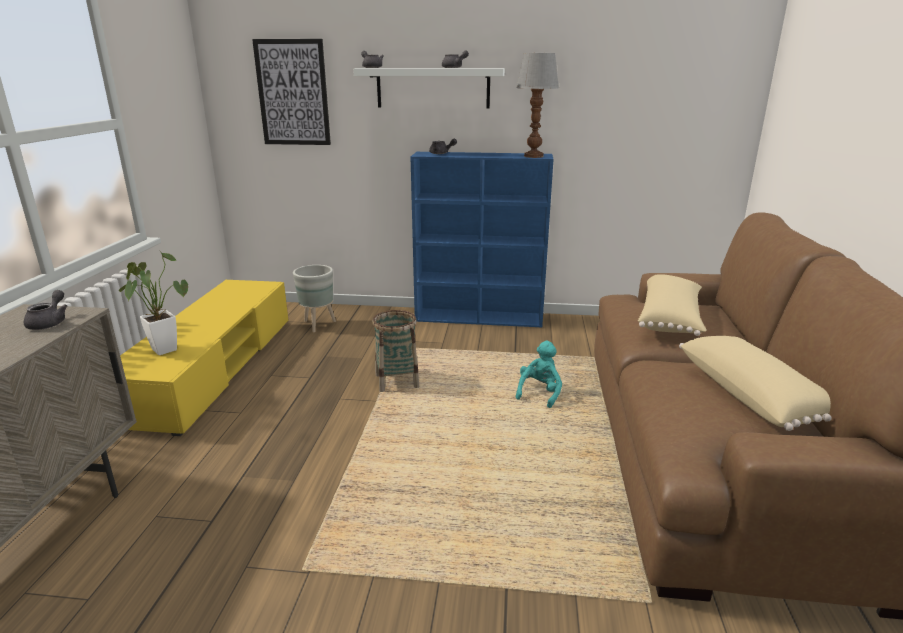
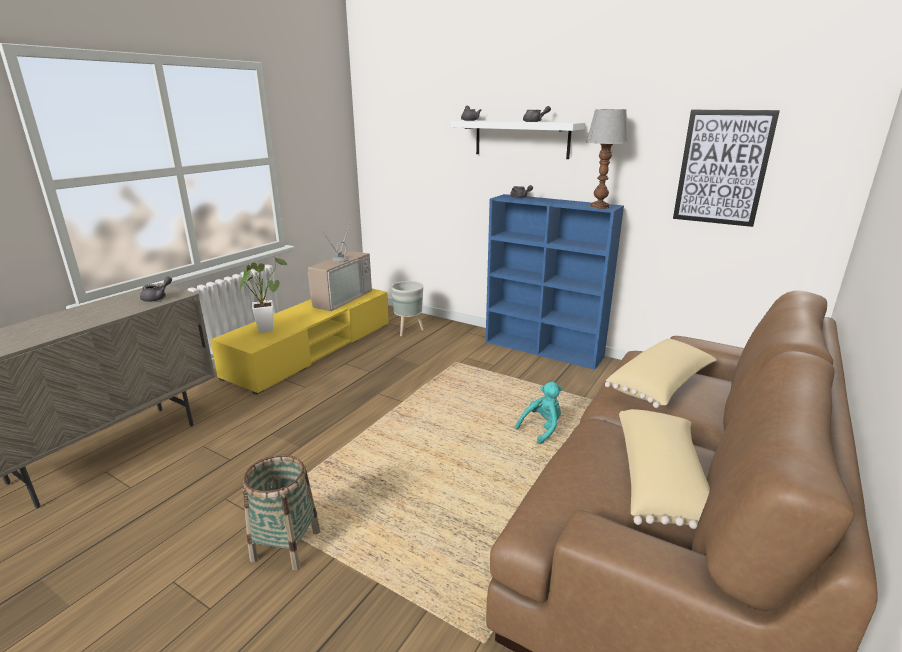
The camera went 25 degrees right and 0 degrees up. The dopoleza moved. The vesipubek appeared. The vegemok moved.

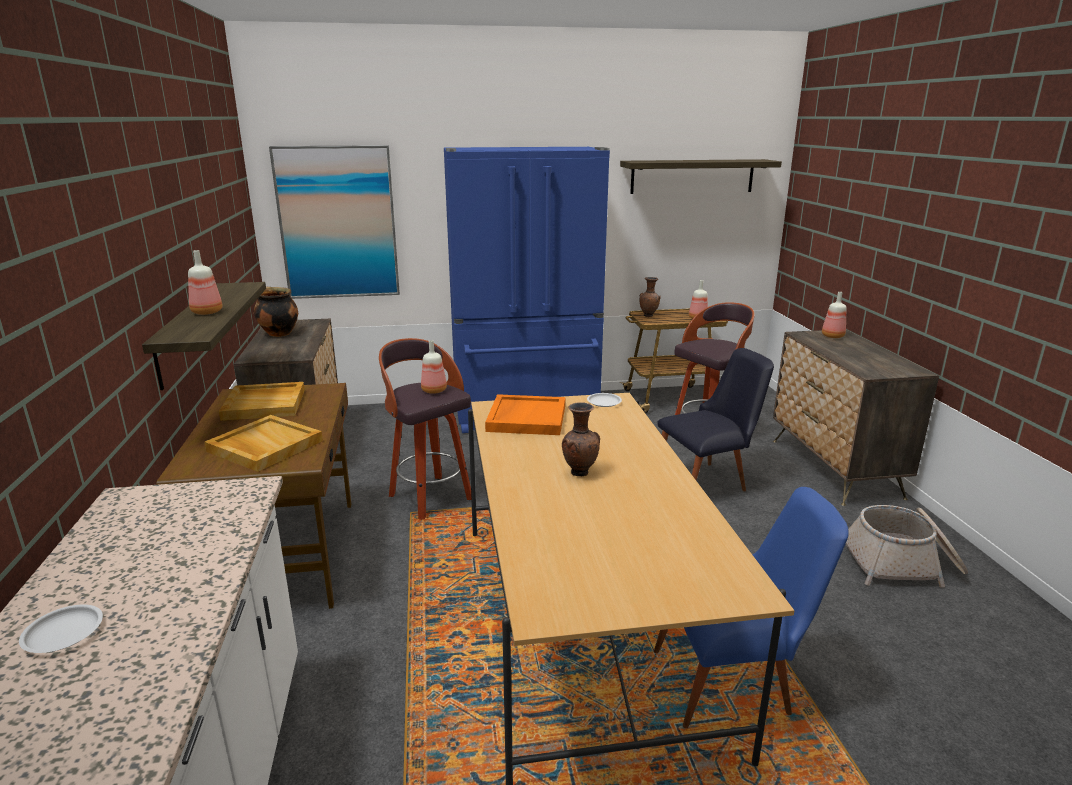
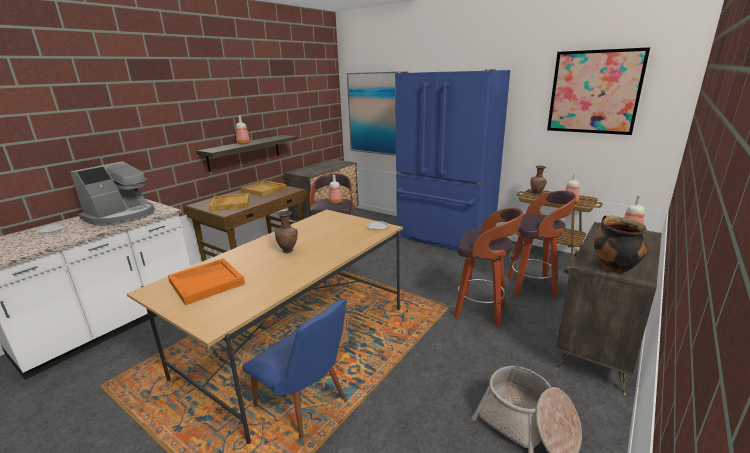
The camera went 45 degrees right and 0 degrees up. The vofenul appeared. The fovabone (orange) moved. The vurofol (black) was replaced by the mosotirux (no. 2 from left). The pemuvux (no. 2 from left) was replaced by the vegemok (no. 2 from left). The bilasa moved.

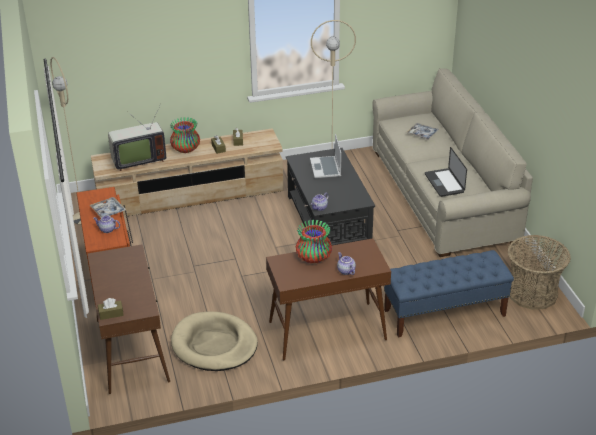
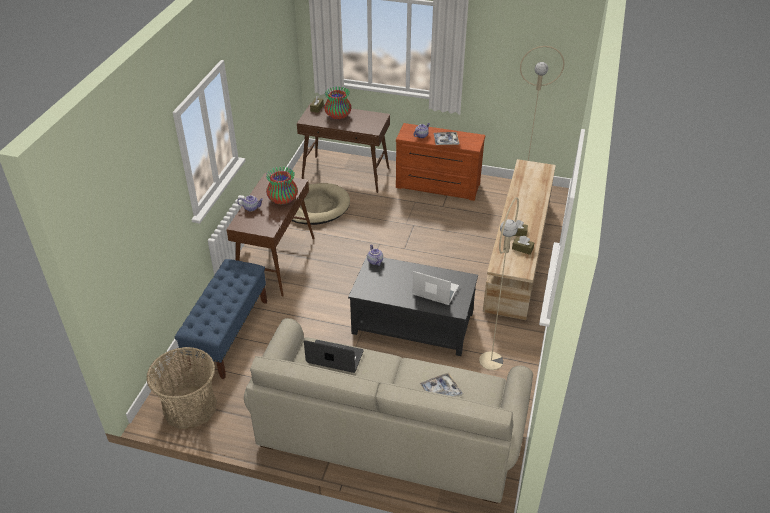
The camera went 120 degrees right and 5 degrees up. The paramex (no. 1 from left in the first image) moved. The vesipubek disappeared.

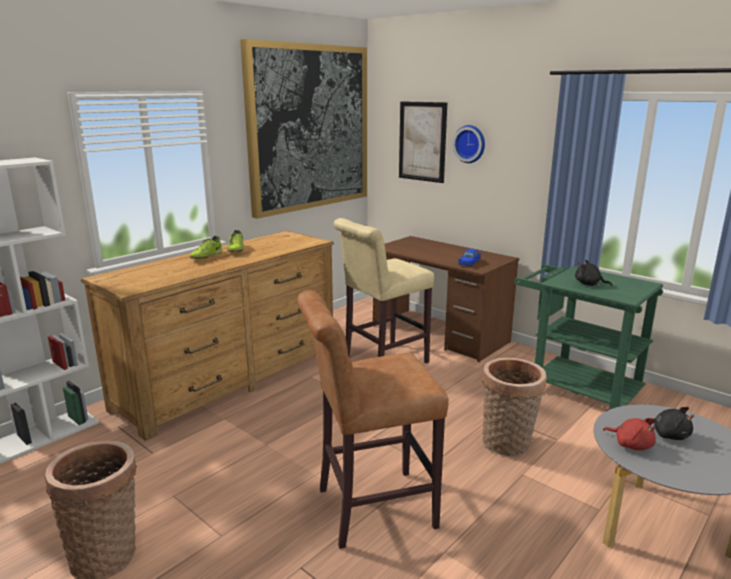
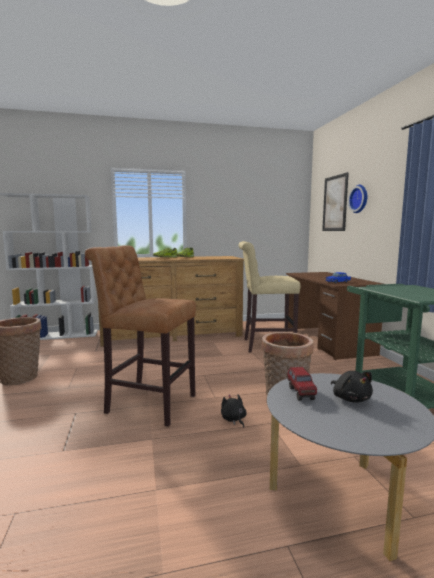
The camera went 35 degrees right and 10 degrees down. The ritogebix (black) (no. 1 from left) moved. The ritogebix (red) was replaced by the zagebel. The vegemok (no. 1 from left) disappeared.

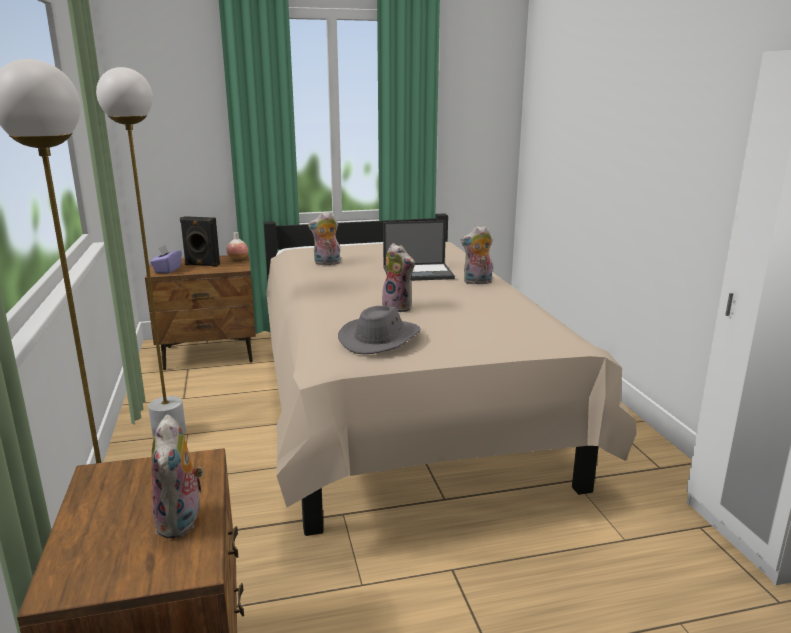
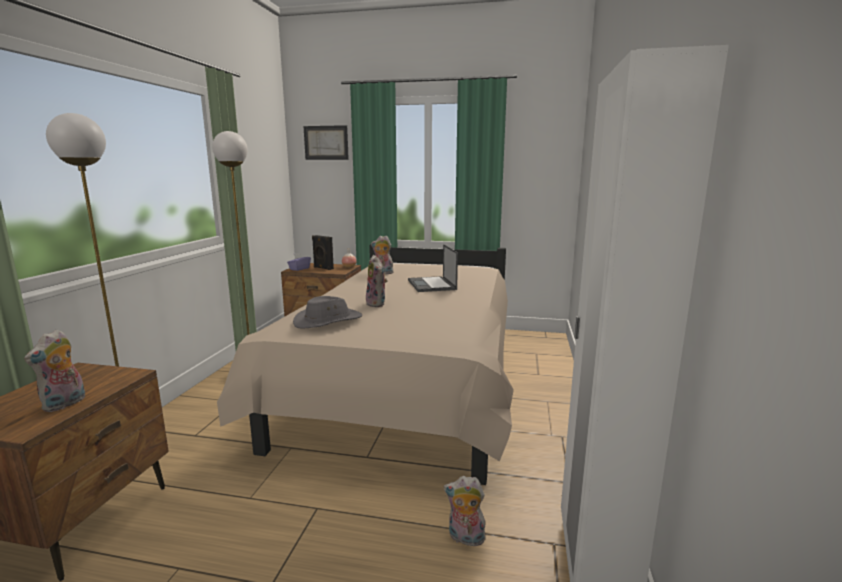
The camera went 25 degrees right and 5 degrees down. The vegemok appeared. The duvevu turned 60 degrees clockwise. The ritogebix (no. 4 from left) moved.

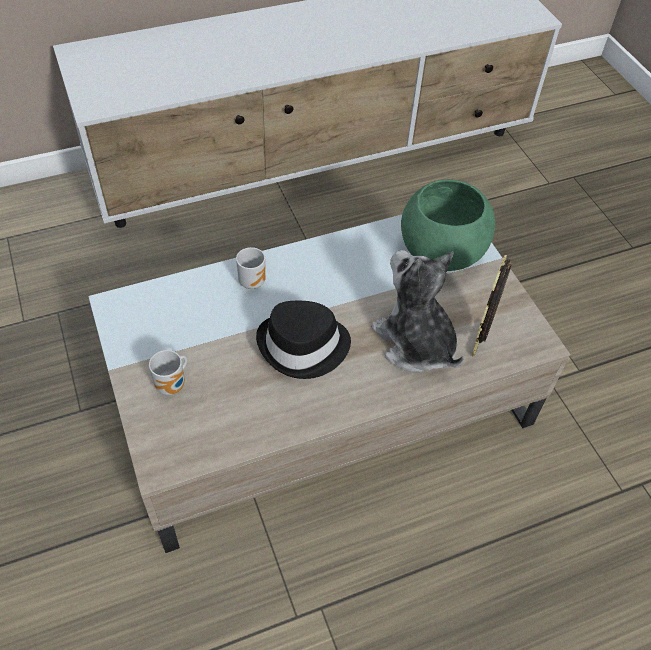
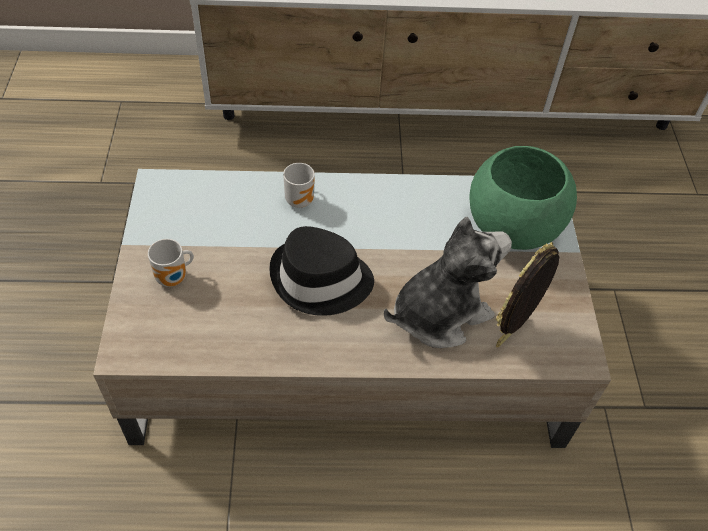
The camera went 20 degrees right and 0 degrees up. The ritogebix turned 75 degrees clockwise.

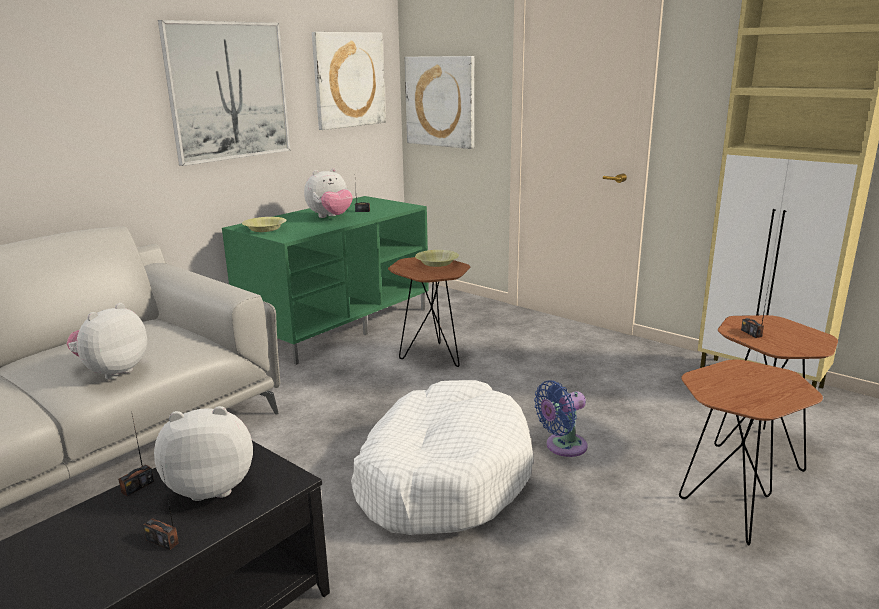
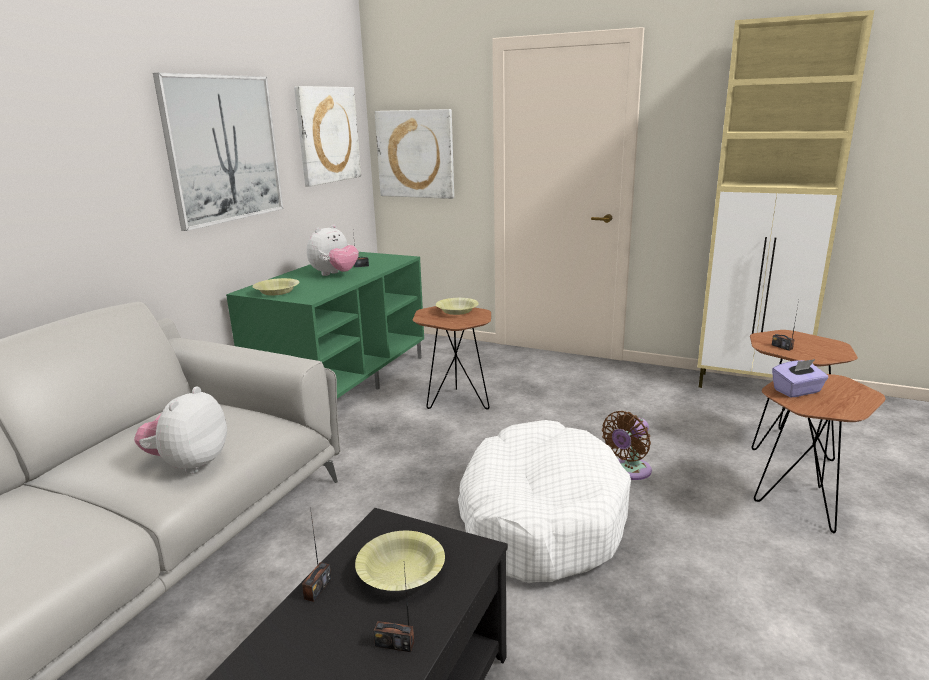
The camera went 15 degrees left and 0 degrees up. The ritogebix (no. 2 from left) was replaced by the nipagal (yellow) (no. 2 from left). The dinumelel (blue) became the dinumelel (brown). The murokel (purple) appeared.

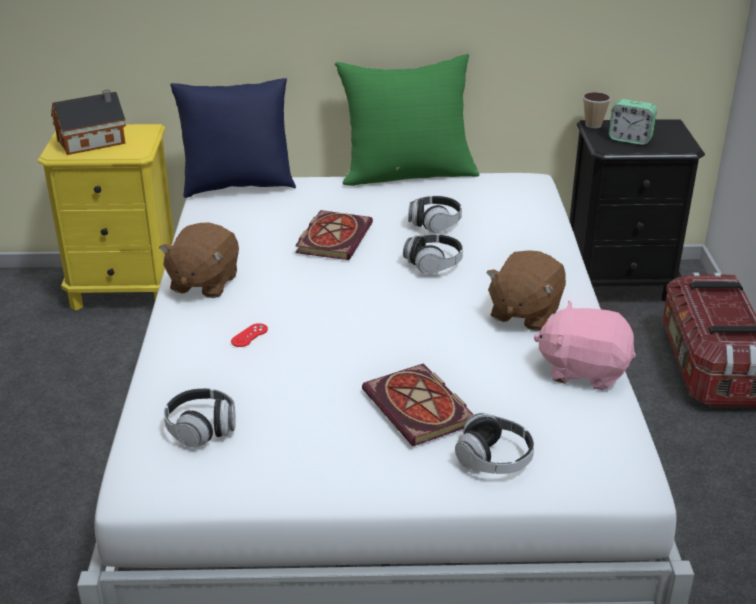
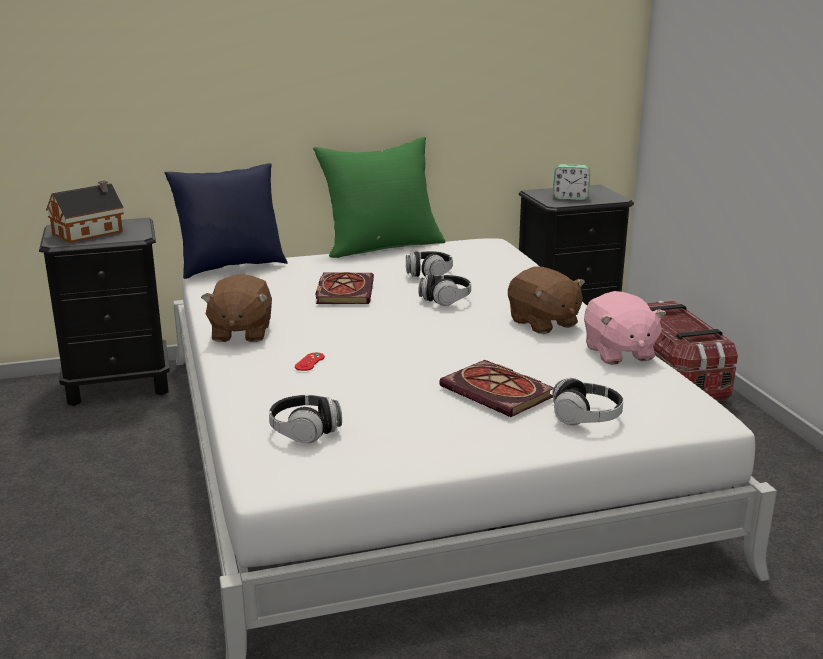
The camera went 15 degrees left and 10 degrees down. The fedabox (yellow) became the fedabox (black) (no. 1 from left). The ritogebix (brown) (no. 2 from left) turned 45 degrees counterclockwise. The ritogebix (pink) turned 105 degrees counterclockwise. The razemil disappeared.

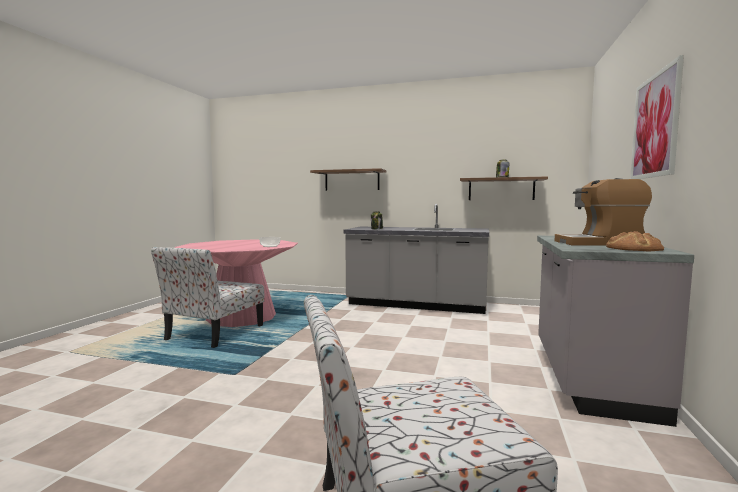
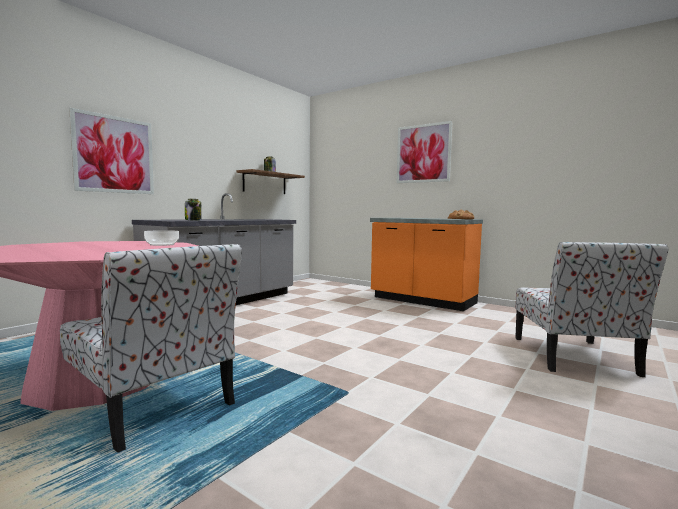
The camera went 70 degrees left and 0 degrees up. The pemuvux (no. 1 from left) was replaced by the vegemok (no. 1 from left). The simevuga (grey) (no. 2 from left) became the simevuga (orange). The vofenul disappeared.

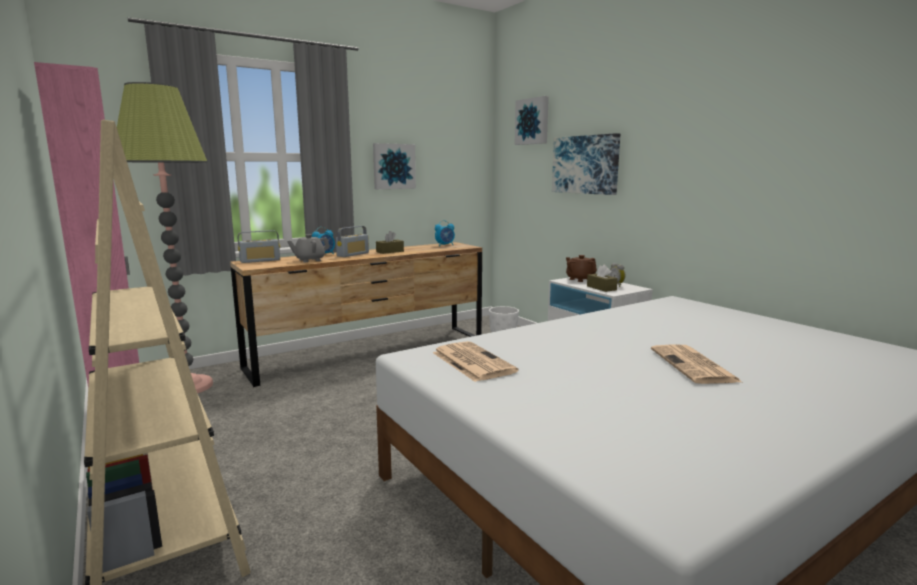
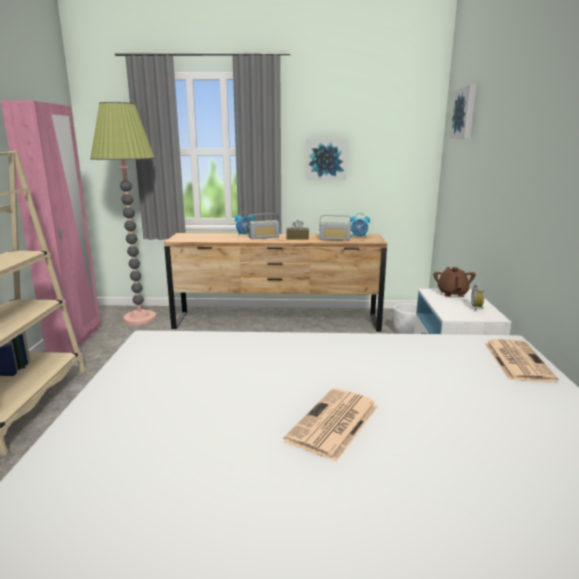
The camera went 35 degrees right and 5 degrees up. The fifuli (no. 1 from left in the first image) moved. The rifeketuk (no. 1 from left in the first image) moved. The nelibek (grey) disappeared. The vegemok (no. 3 from left) disappeared. The murokel (brown) (no. 2 from left) disappeared.

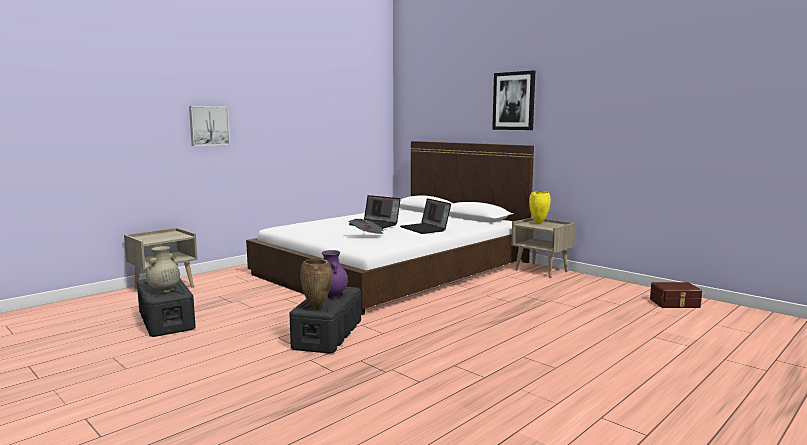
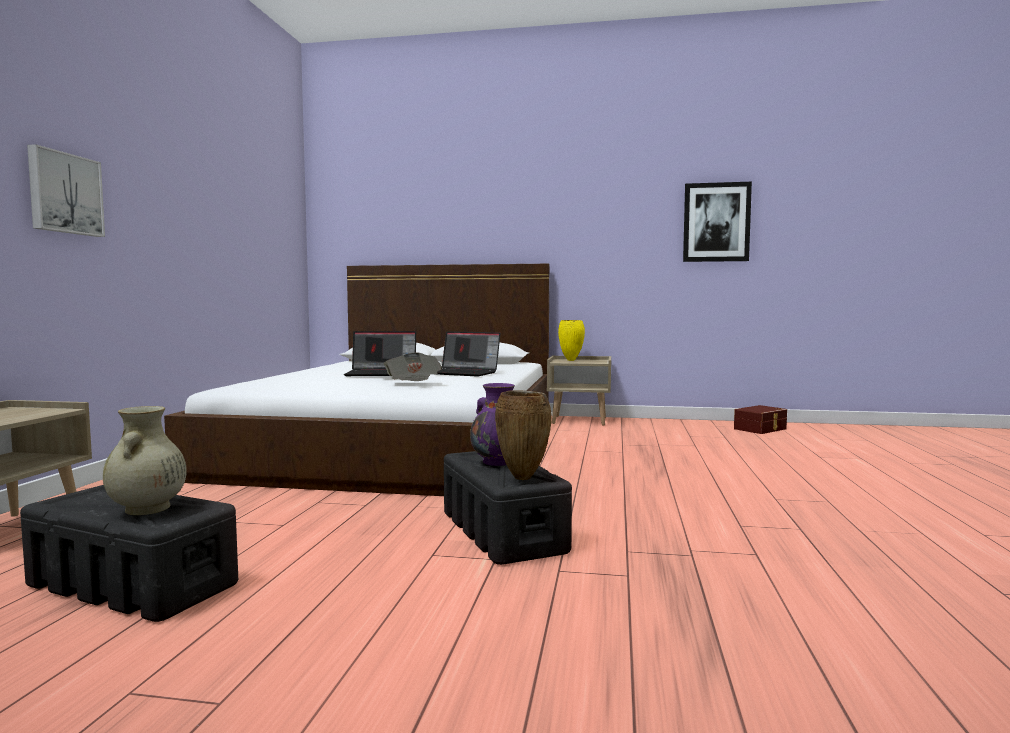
The camera went 35 degrees left and 5 degrees down. The vegemok (no. 2 from left) moved.

